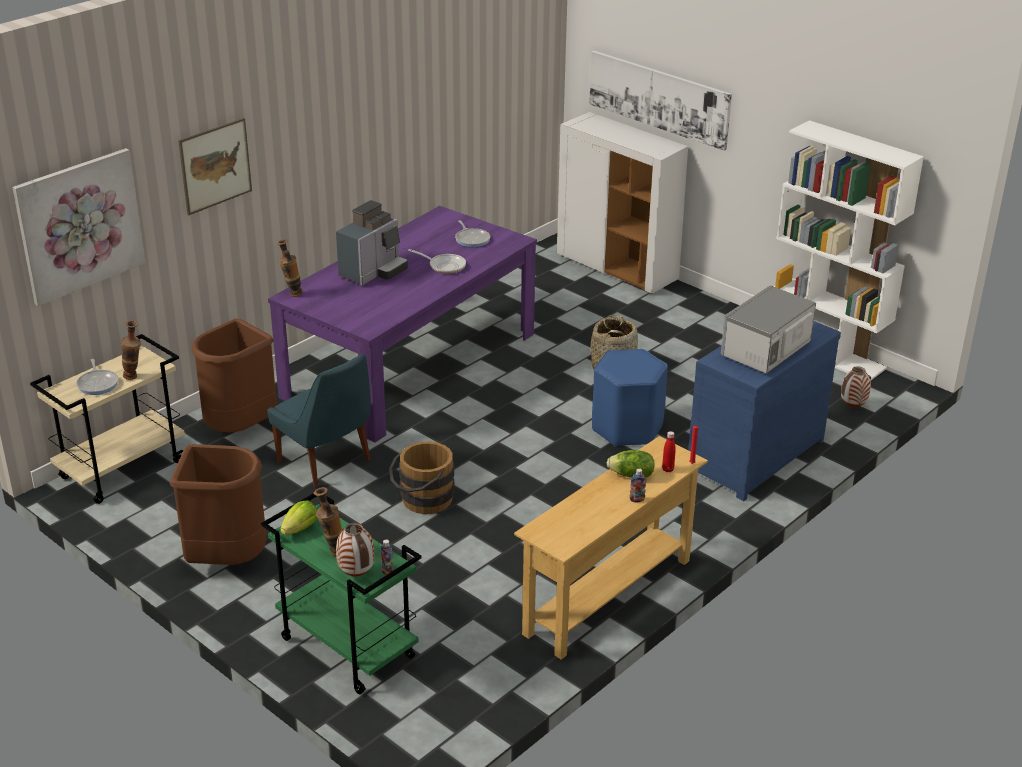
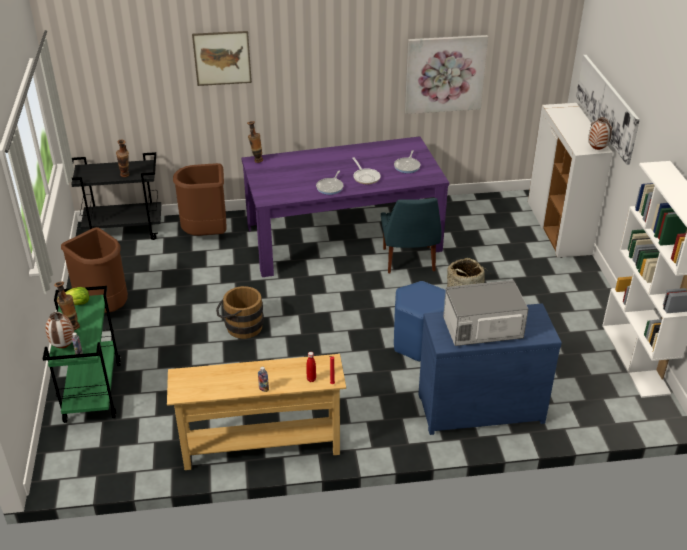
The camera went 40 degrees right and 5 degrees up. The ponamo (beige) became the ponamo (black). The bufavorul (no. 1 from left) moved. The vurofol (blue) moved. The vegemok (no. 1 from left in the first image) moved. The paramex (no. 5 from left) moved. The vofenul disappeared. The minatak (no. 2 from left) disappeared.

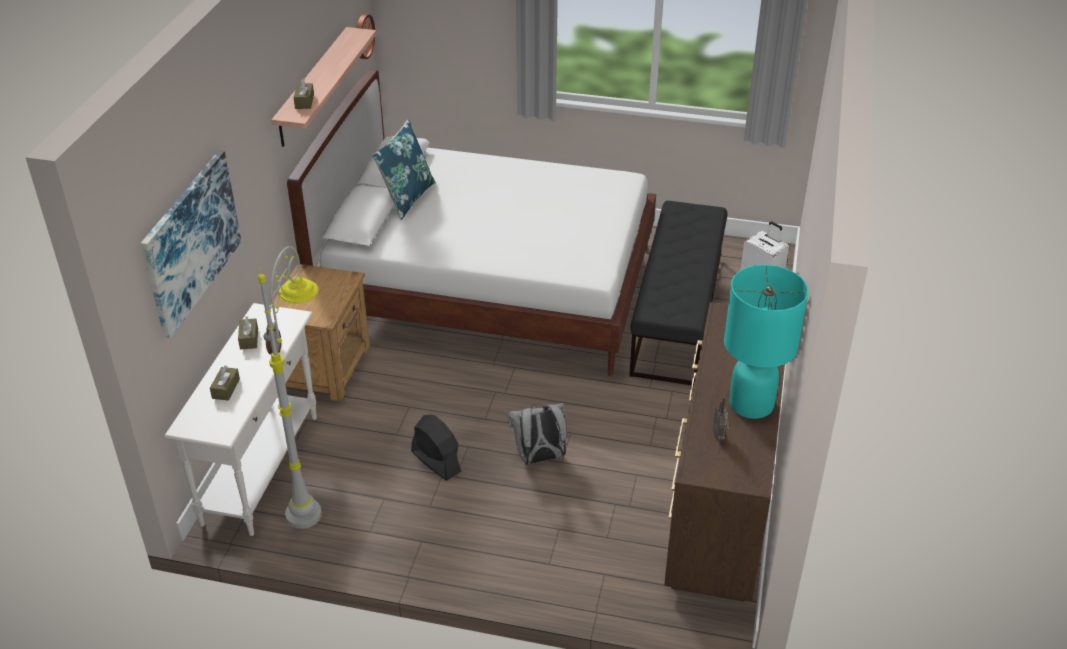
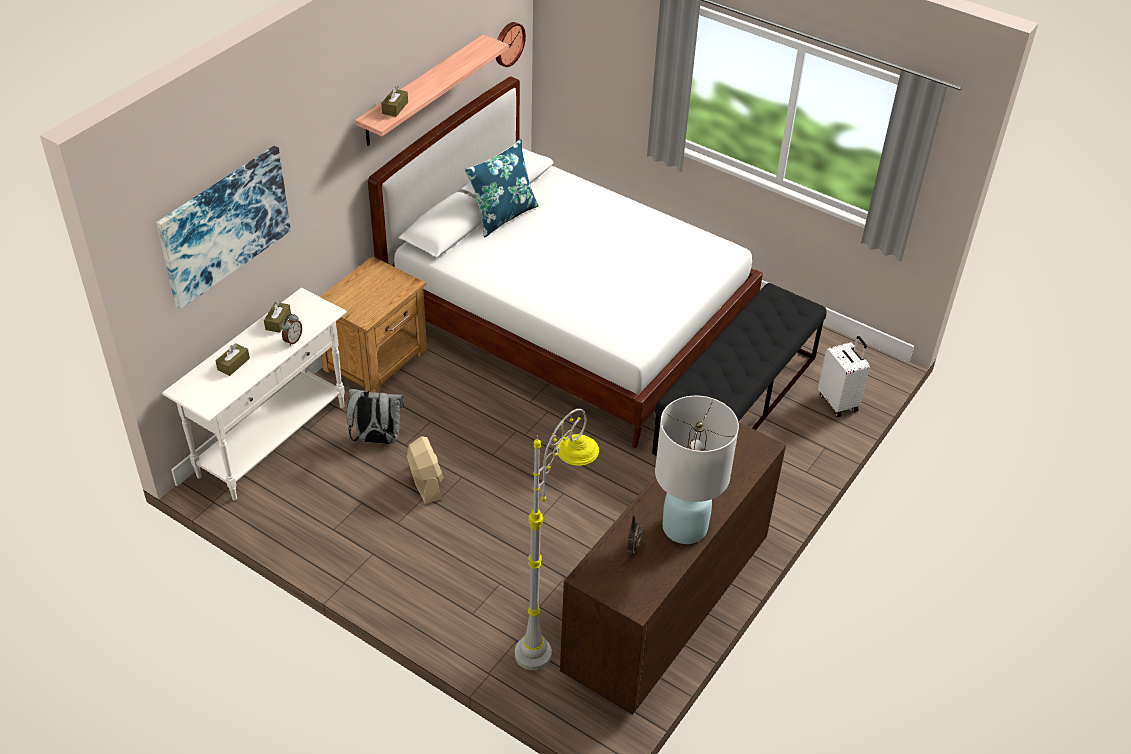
The camera went 20 degrees right and 5 degrees up. The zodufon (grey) moved. The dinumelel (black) became the dinumelel (beige). The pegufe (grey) moved. The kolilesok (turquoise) became the kolilesok (white).

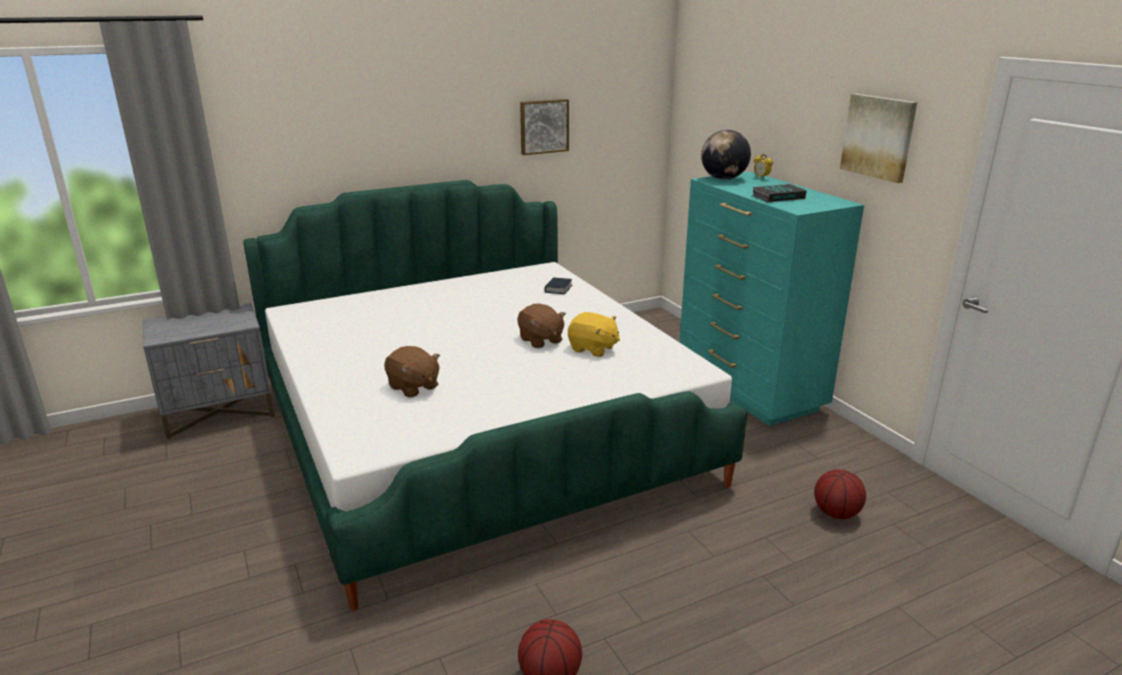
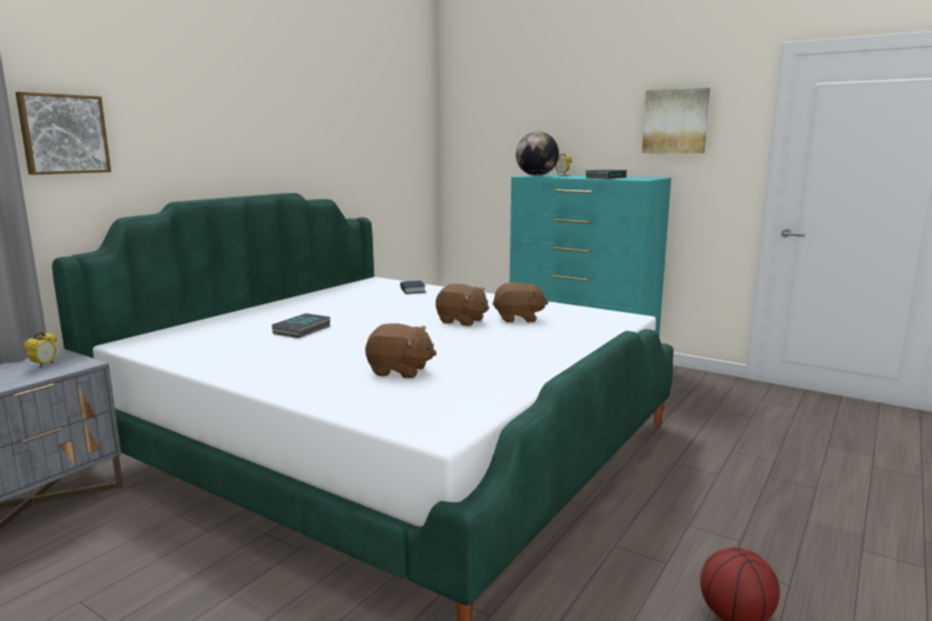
The camera went 30 degrees left and 10 degrees down. The vegemok (no. 1 from left) moved. The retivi (no. 1 from left) appeared. The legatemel (no. 1 from left) appeared. The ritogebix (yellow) became the ritogebix (brown) (no. 3 from left). The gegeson (no. 2 from left) disappeared.

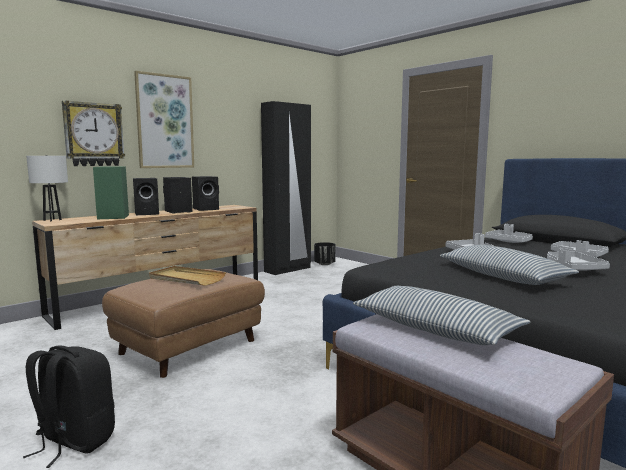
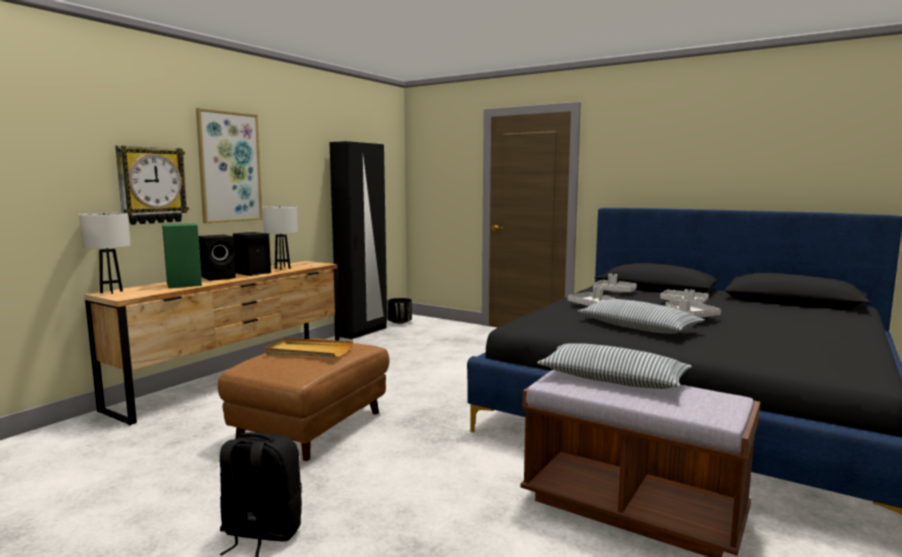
The camera went 15 degrees left and 0 degrees up. The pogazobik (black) (no. 3 from left) was replaced by the kolilesok (white) (no. 2 from left).

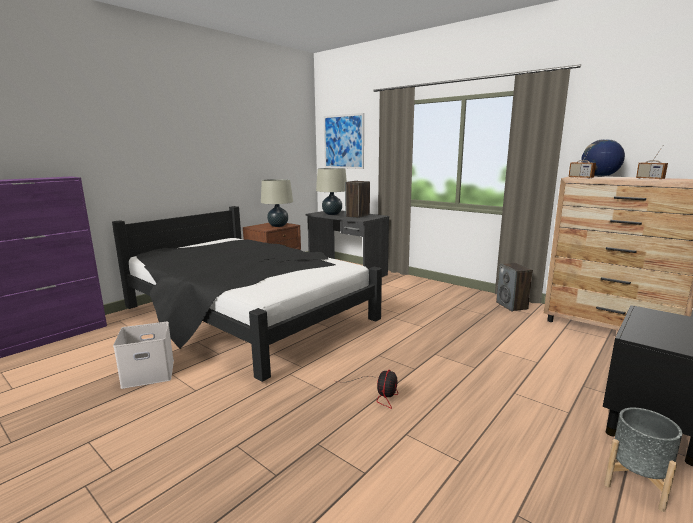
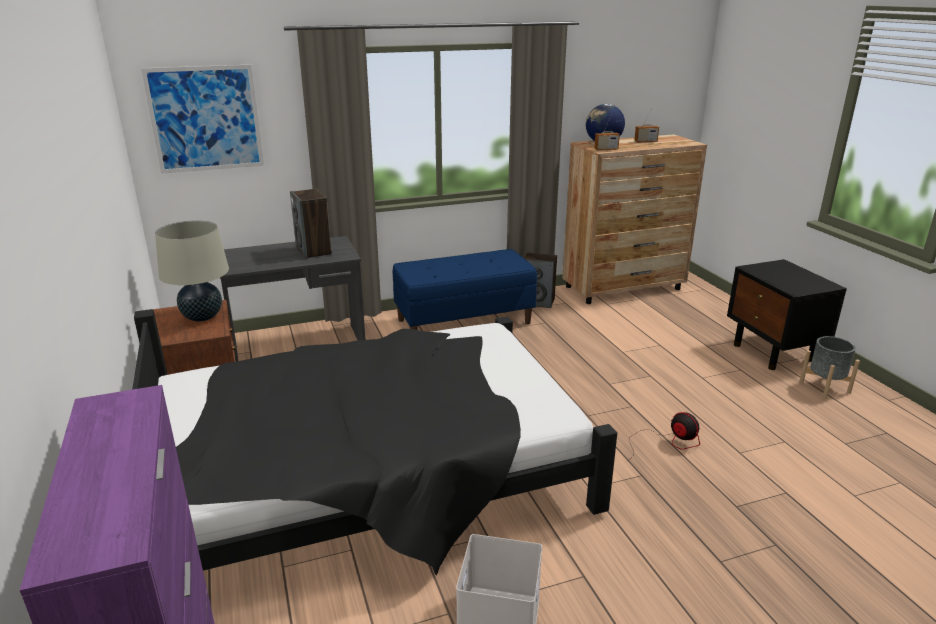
The camera went 60 degrees left and 10 degrees up. The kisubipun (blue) appeared. The kolilesok (beige) (no. 2 from left) disappeared.

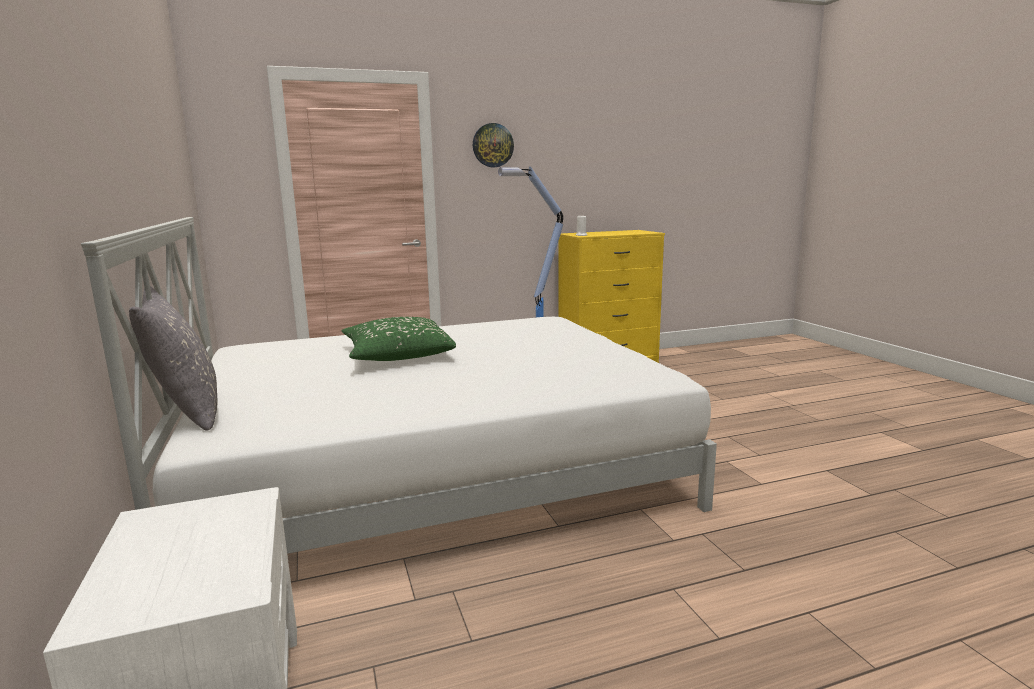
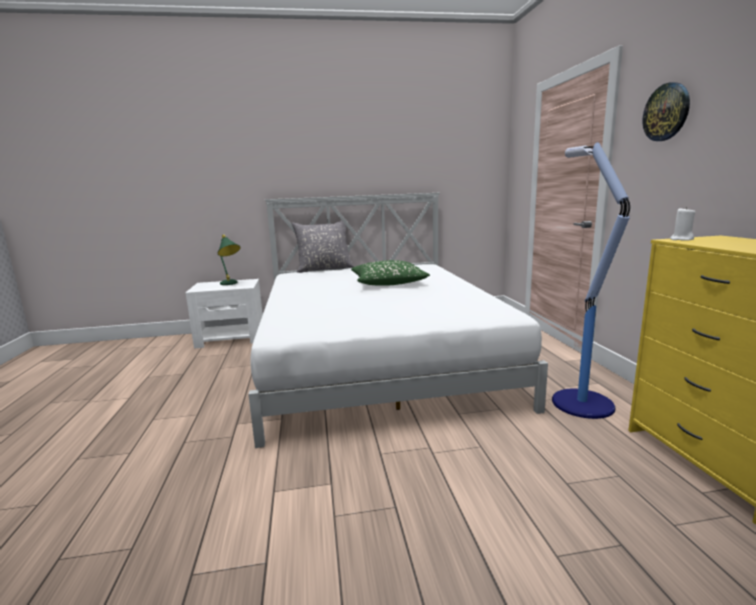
The camera went 100 degrees right and 0 degrees up. The kolilesok (green) appeared.

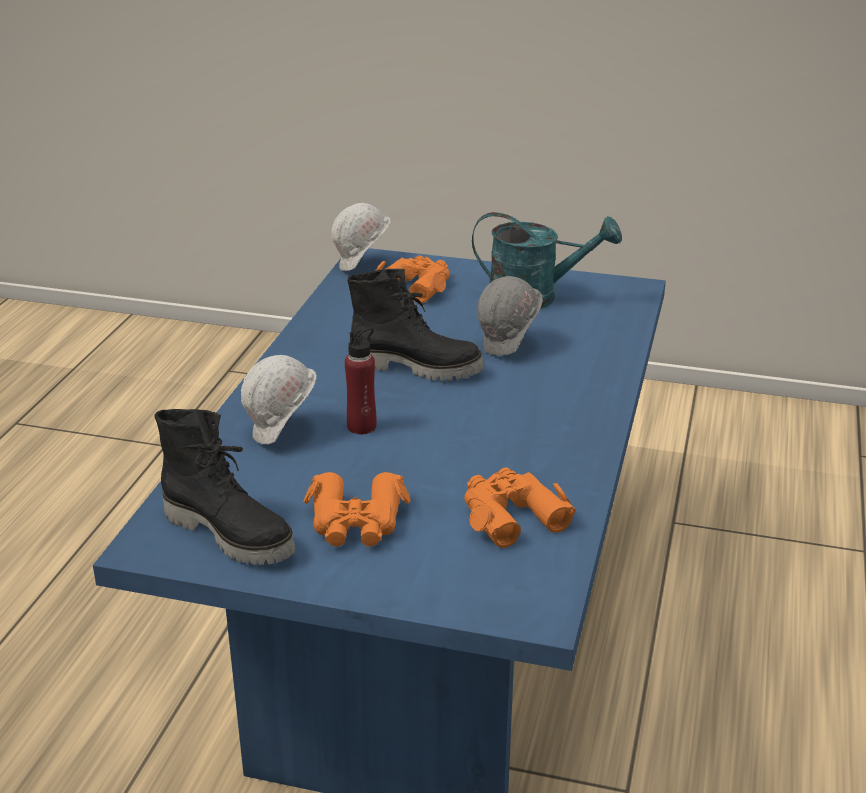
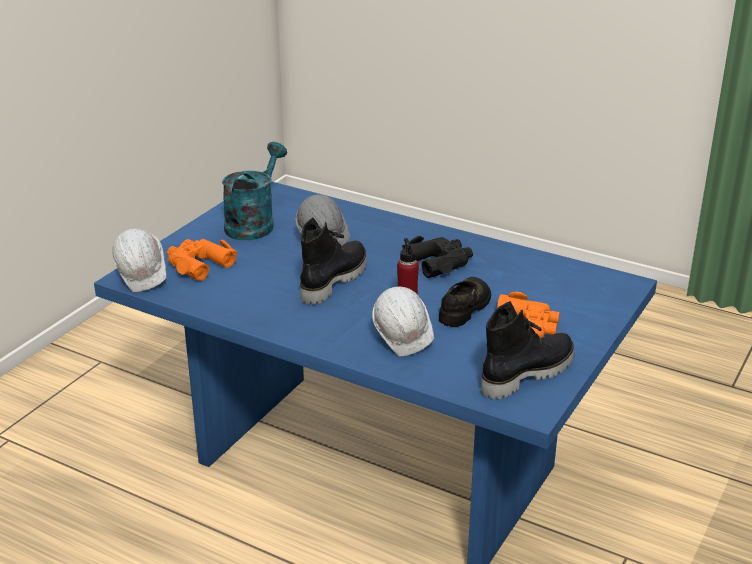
The camera went 75 degrees left and 0 degrees up. The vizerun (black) appeared. The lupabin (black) appeared. The vizerun (orange) (no. 3 from left) disappeared.

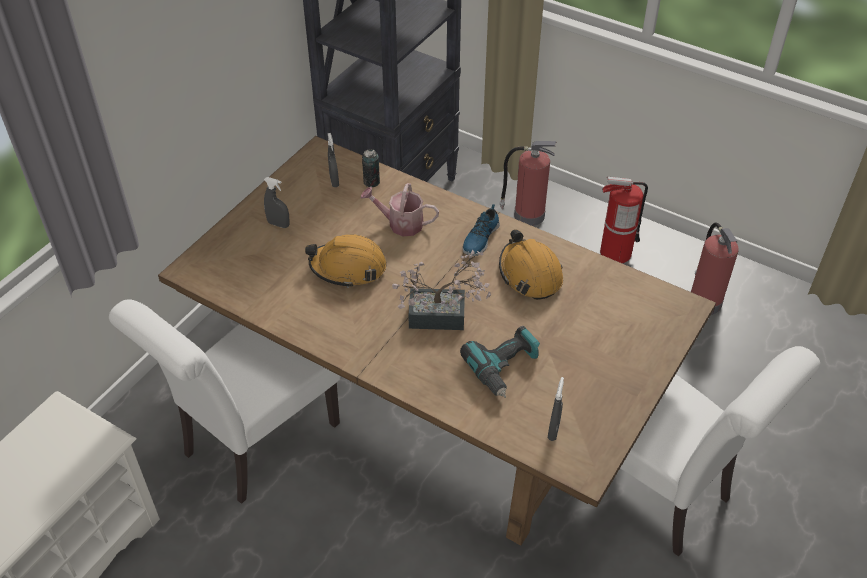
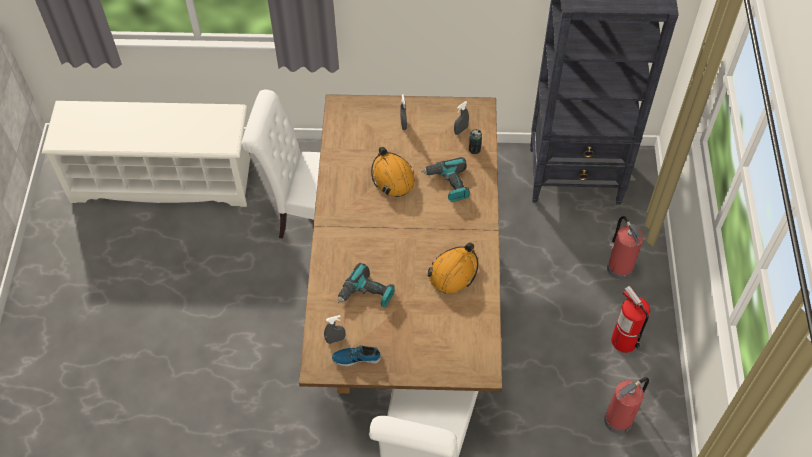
The camera went 60 degrees right and 10 degrees up. The lupabin moved. The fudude was replaced by the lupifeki (no. 2 from left). The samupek disappeared.

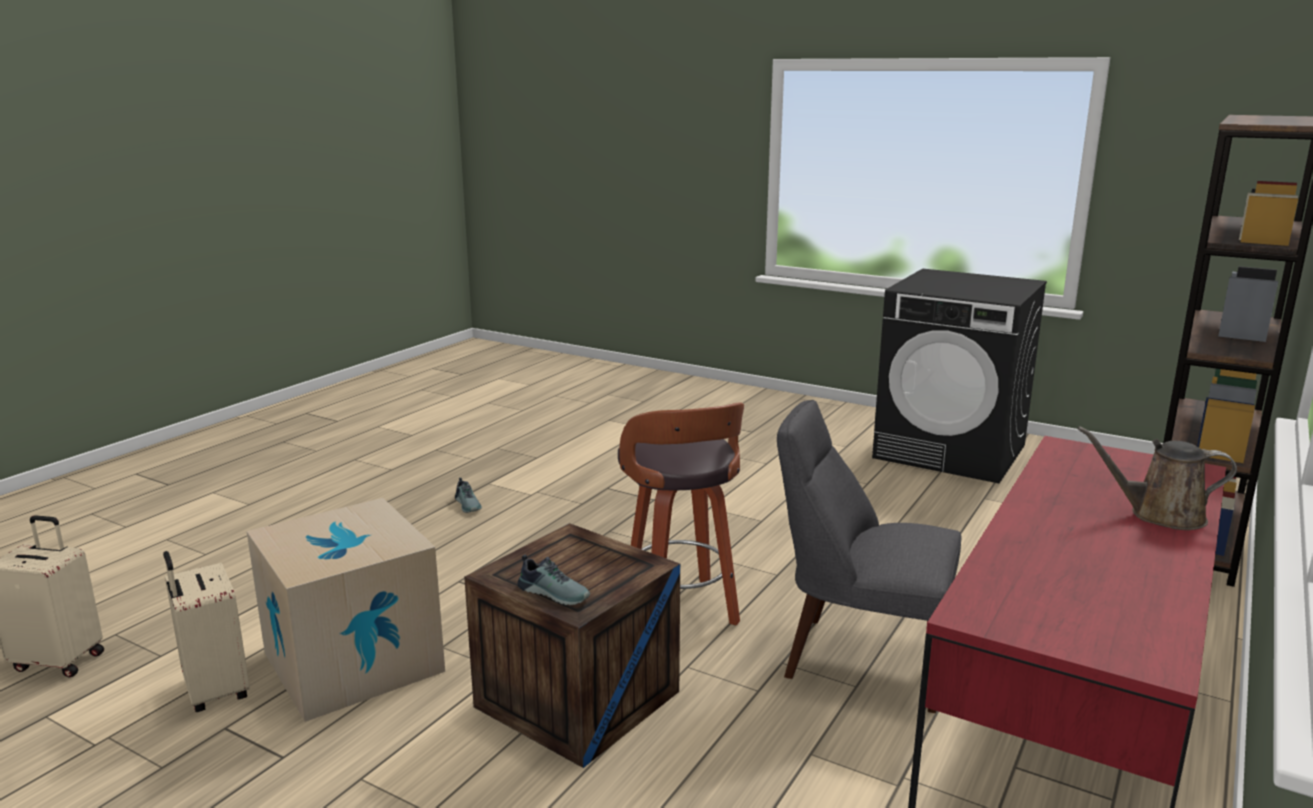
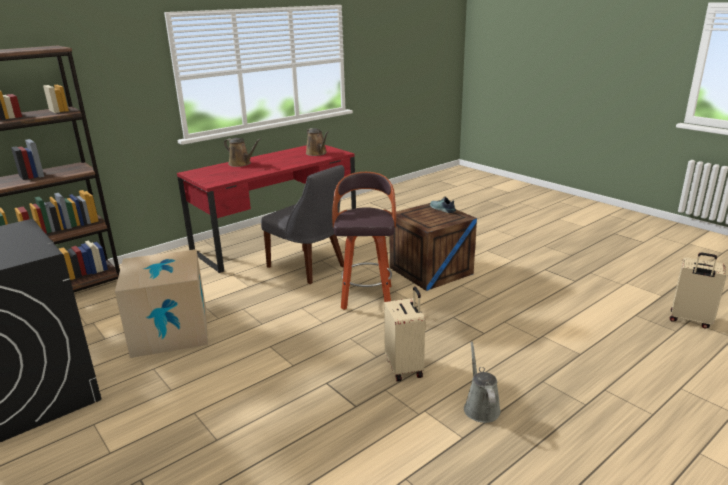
The camera went 160 degrees left and 5 degrees up. The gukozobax moved. The fudude (brown) (no. 2 from left) appeared. The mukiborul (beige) (no. 2 from left in the first image) moved. The lupabin (no. 1 from left) was replaced by the fudude (grey).

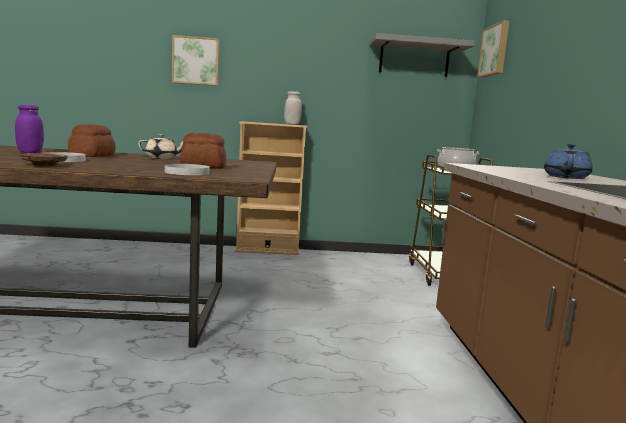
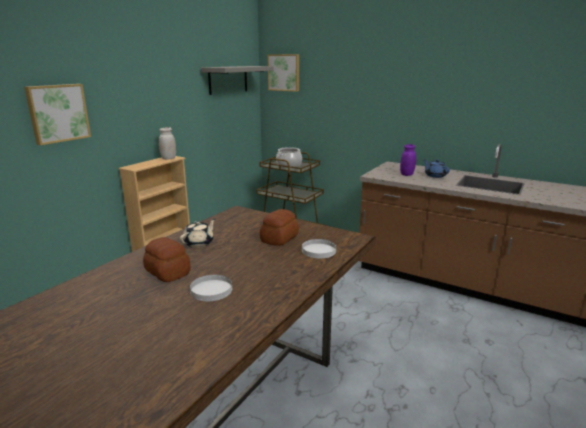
The camera went 55 degrees left and 10 degrees up. The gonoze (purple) moved. The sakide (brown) disappeared.

